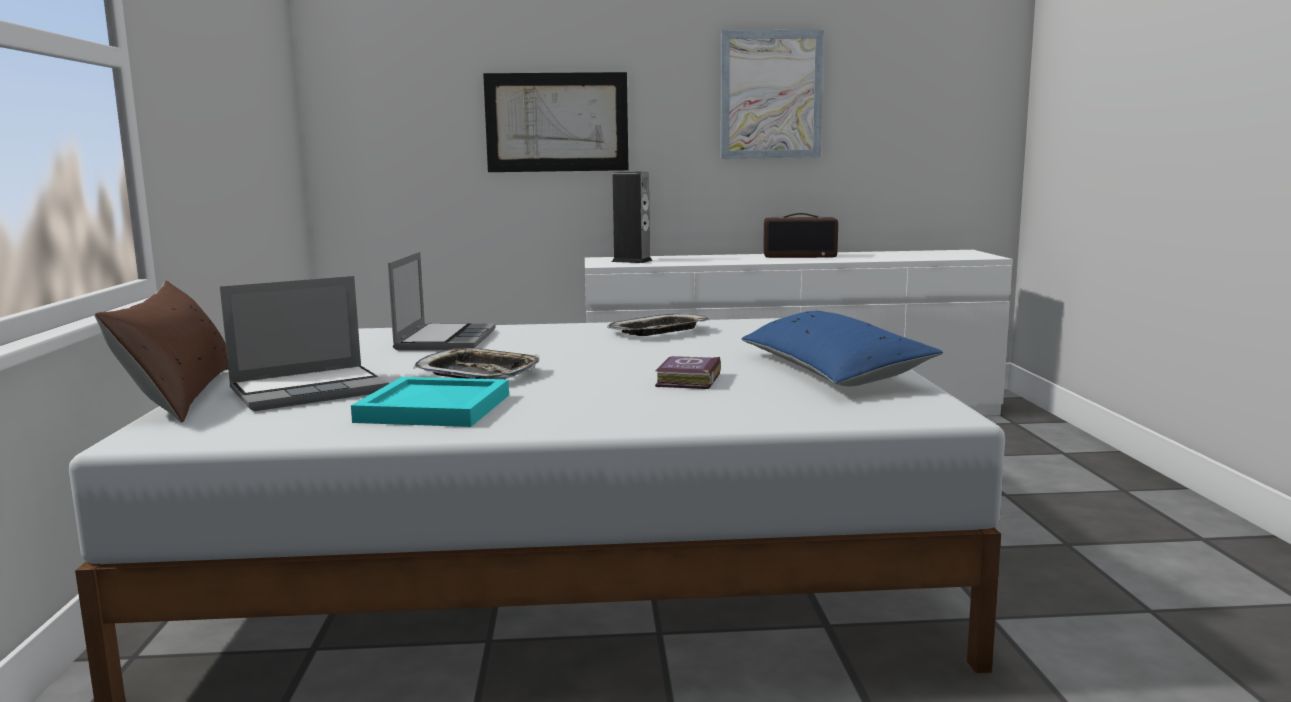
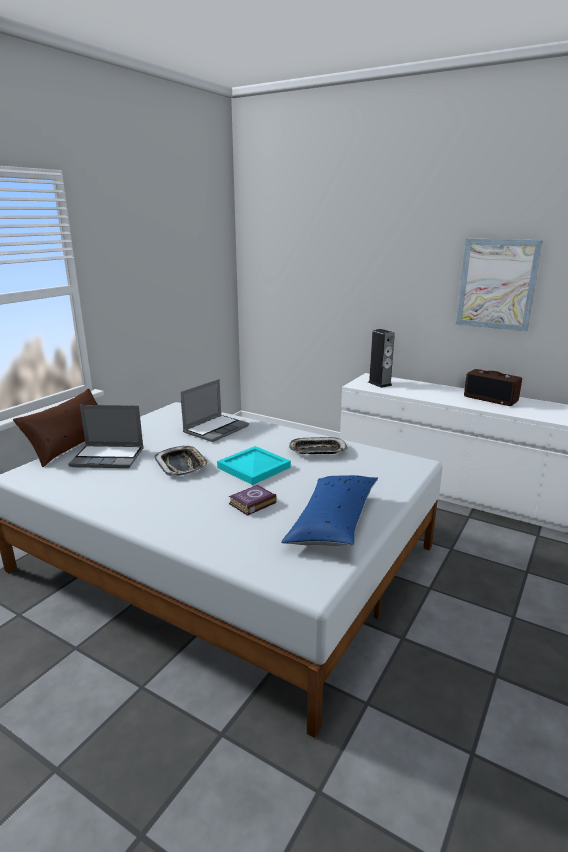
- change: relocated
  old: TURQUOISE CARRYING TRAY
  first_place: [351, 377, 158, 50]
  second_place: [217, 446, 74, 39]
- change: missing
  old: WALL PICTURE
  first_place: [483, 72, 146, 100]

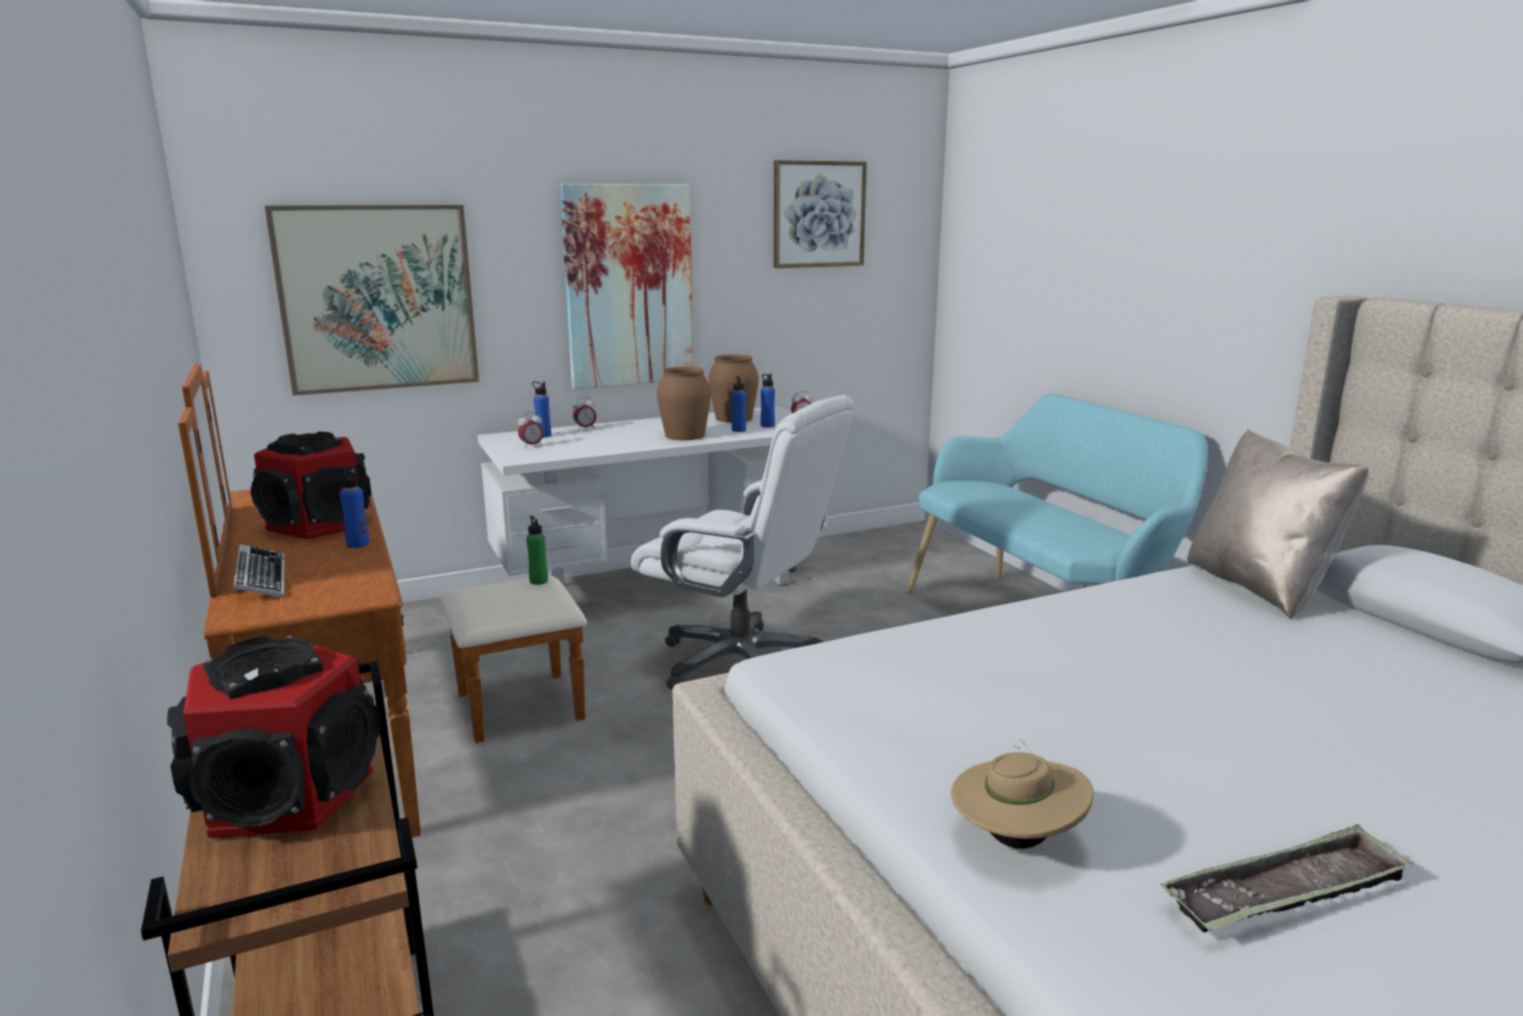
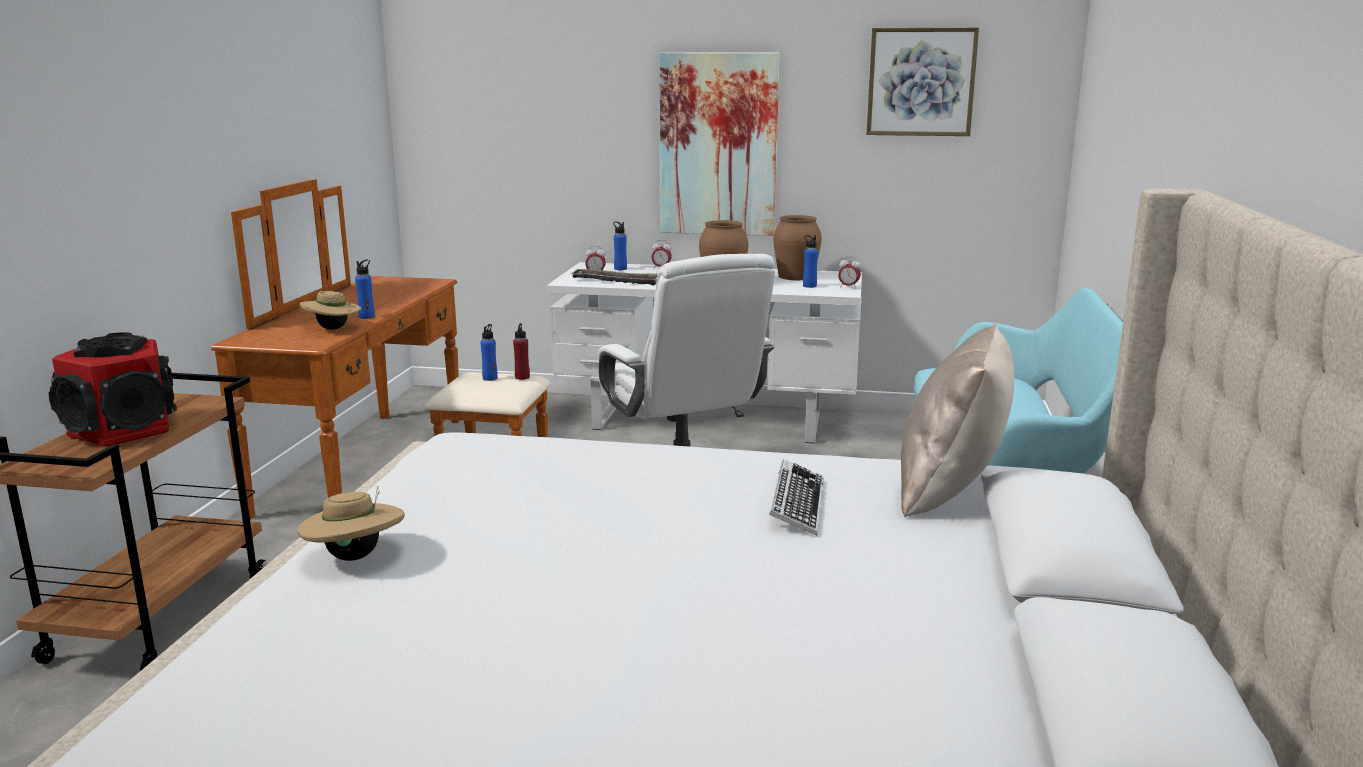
- change: relocated
  old: PC KEYBOARD
  first_place: [233, 544, 51, 53]
  second_place: [769, 459, 55, 77]
- change: missing
  old: AUDIO SPEAKER
  first_place: [251, 432, 120, 107]
- change: missing
  old: WALL PICTURE
  first_place: [265, 205, 214, 191]
- change: colour
  old: GREEN DRINK BOTTLE
  new: REDDISH DRINK BOTTLE
  first_place: [526, 516, 22, 69]
  second_place: [513, 323, 17, 57]
- change: relocated
  old: BLUE-COLOURED DRINK BOTTLE
  first_place: [731, 376, 15, 56]
  second_place: [480, 324, 18, 57]
- change: relocated
  old: CARRYING TRAY
  first_place: [1160, 824, 254, 109]
  second_place: [571, 268, 87, 18]
- change: appeared
  new: BEIGE-COLOURED WEARABLE HAT
  second_place: [300, 291, 61, 39]

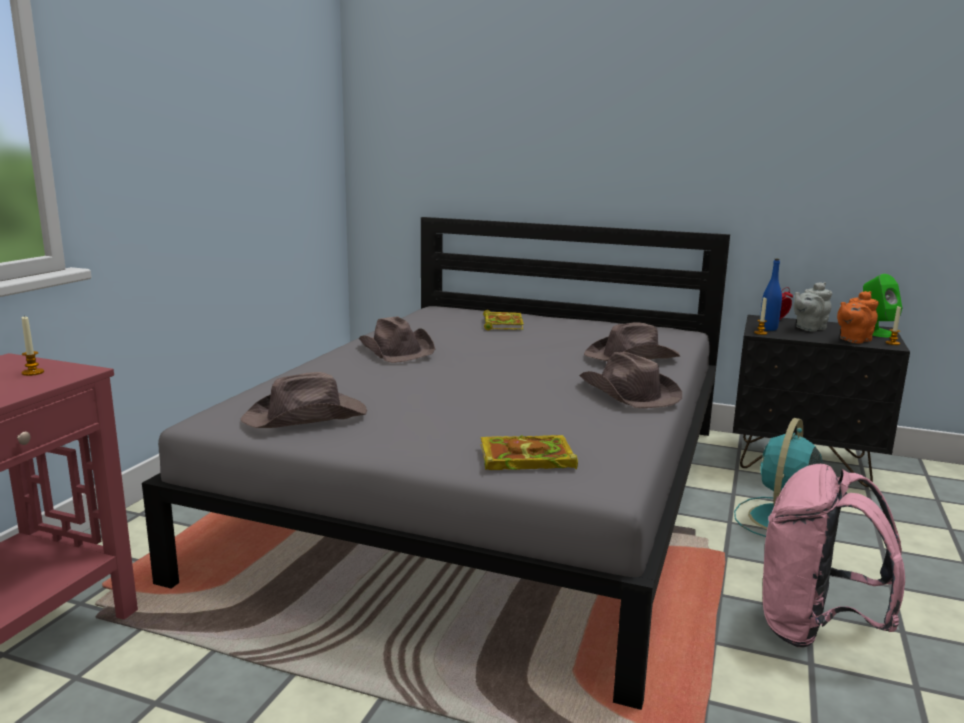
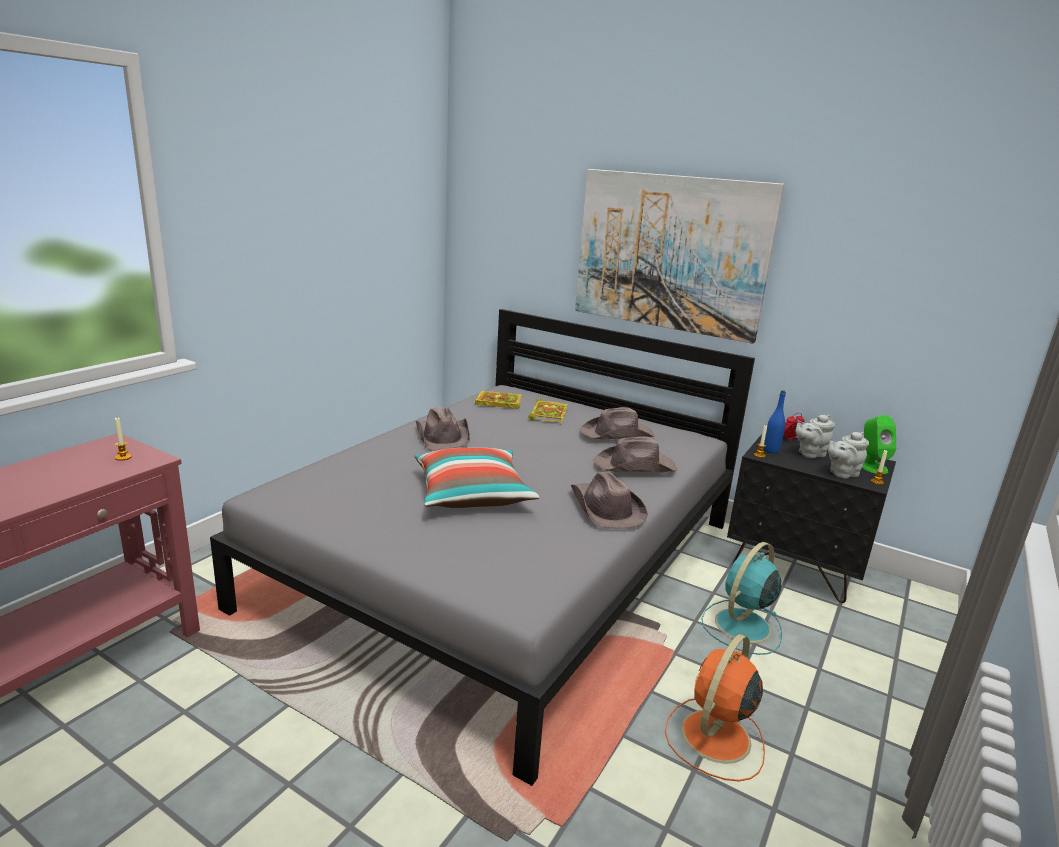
- change: relocated
  old: BROWN-COLOURED WEARABLE HAT
  first_place: [241, 372, 126, 56]
  second_place: [580, 407, 74, 32]
- change: relocated
  old: BOOK
  first_place: [480, 435, 98, 35]
  second_place: [475, 391, 46, 18]
- change: exchanged
  old: PINK-COLOURED BACKPACK
  new: ORANGEY ELECTRIC FAN
  first_place: [763, 464, 142, 184]
  second_place: [665, 634, 100, 147]
- change: colour
  old: ORANGEY TEAPOT
  new: GREY TEAPOT
  first_place: [837, 291, 42, 52]
  second_place: [828, 432, 41, 47]
- change: appeared
  new: PILLOW
  second_place: [414, 447, 126, 61]
- change: appeared
  new: WALL PICTURE
  second_place: [575, 169, 210, 175]

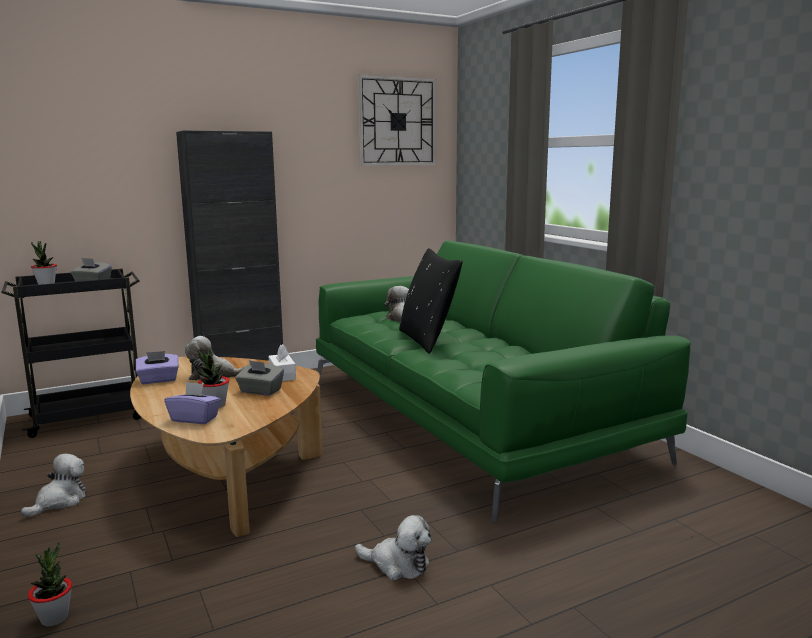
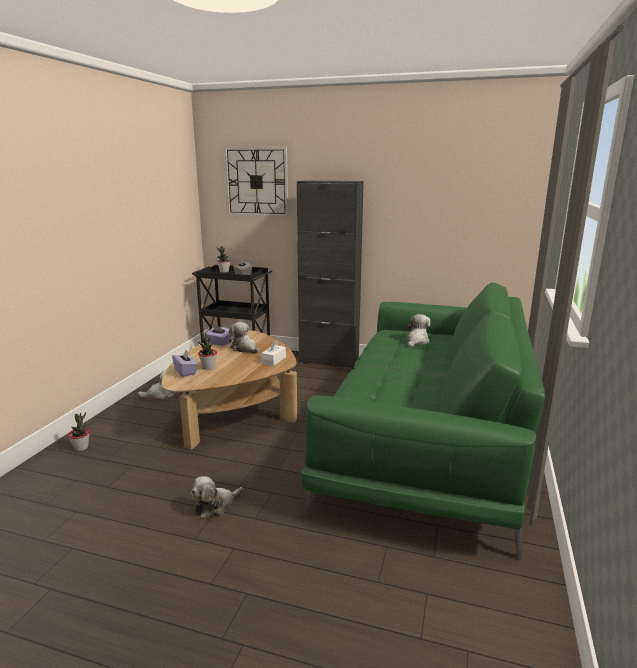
- change: missing
  old: GREY BOX OF TISSUES
  first_place: [235, 360, 49, 36]
- change: spun
  old: PLUSH TOY
  first_place: [355, 515, 76, 65]
  second_place: [191, 476, 53, 43]
  degrees: 75
- change: relocated
  old: HANGING CLOCK
  first_place: [358, 75, 78, 91]
  second_place: [224, 147, 64, 70]
- change: missing
  old: BLACKISH PILLOW
  first_place: [399, 248, 64, 106]

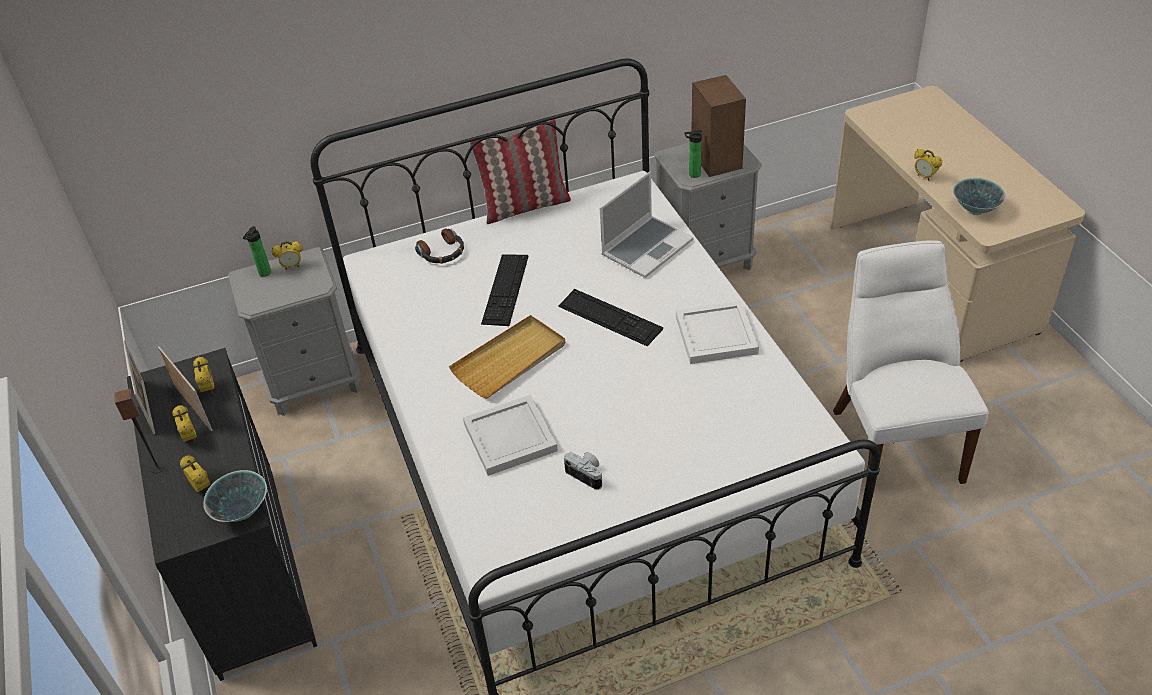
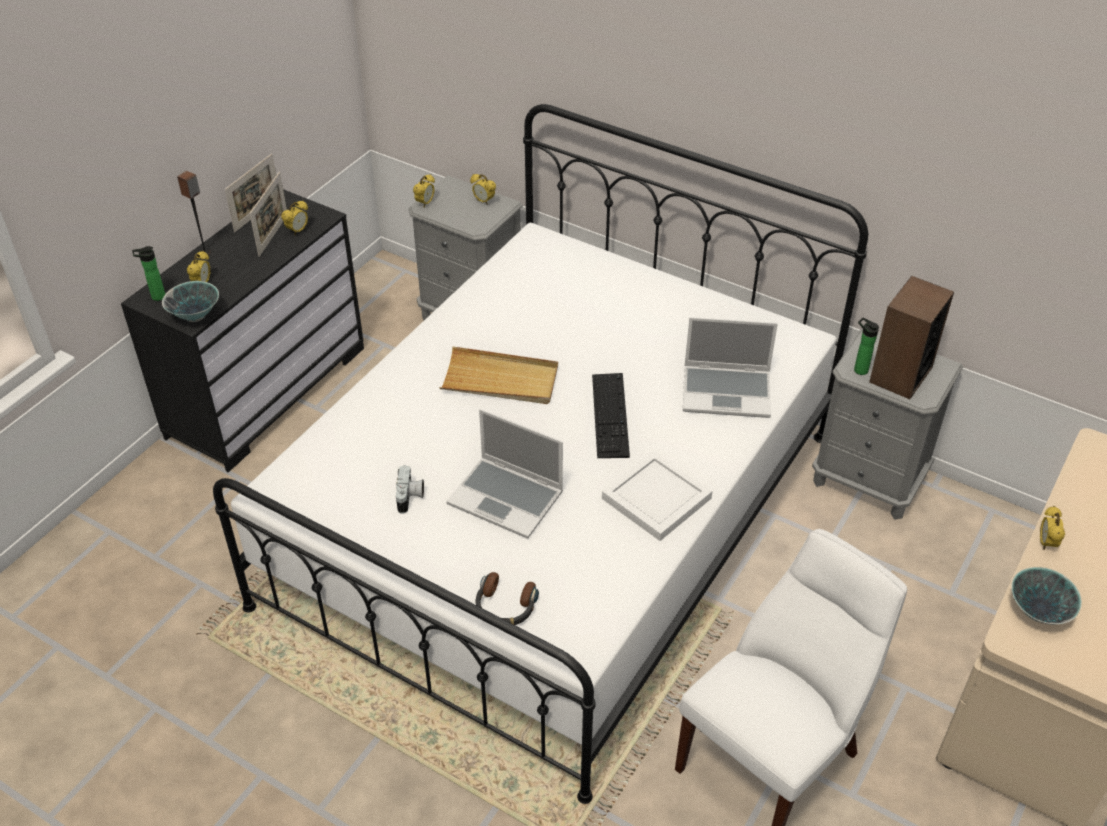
- change: relocated
  old: ALARM CLOCK
  first_place: [172, 405, 25, 37]
  second_place: [413, 174, 22, 33]
- change: relocated
  old: DRINK BOTTLE
  first_place: [243, 226, 28, 51]
  second_place: [132, 246, 33, 55]
- change: relocated
  old: PAIR OF HEADPHONES
  first_place: [415, 229, 49, 35]
  second_place: [475, 572, 64, 53]
- change: missing
  old: WHITISH CARRYING TRAY
  first_place: [463, 395, 95, 81]
- change: missing
  old: PILLOW
  first_place: [470, 119, 101, 105]
- change: missing
  old: PC KEYBOARD
  first_place: [481, 254, 47, 72]
- change: appeared
  new: PORTABLE COMPUTER
  second_place: [446, 409, 117, 130]

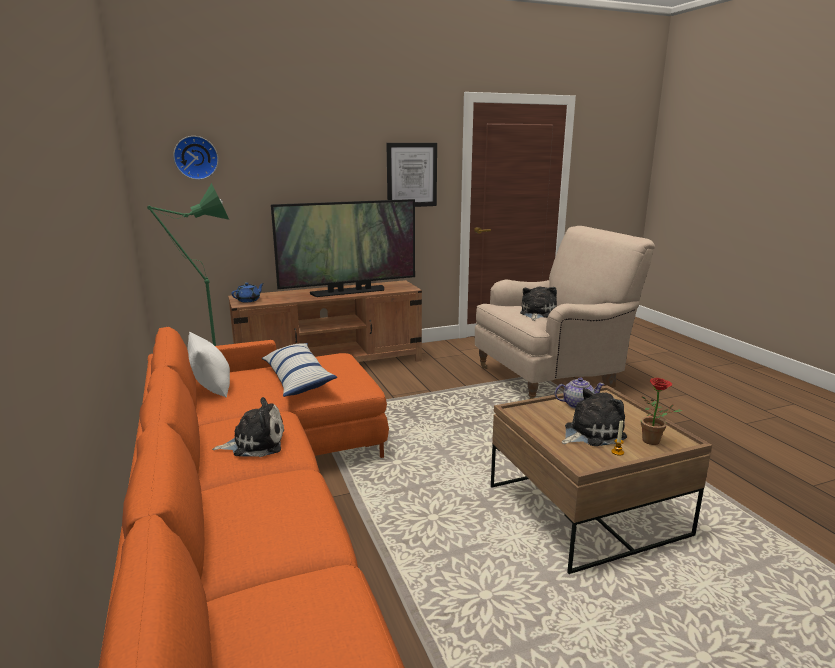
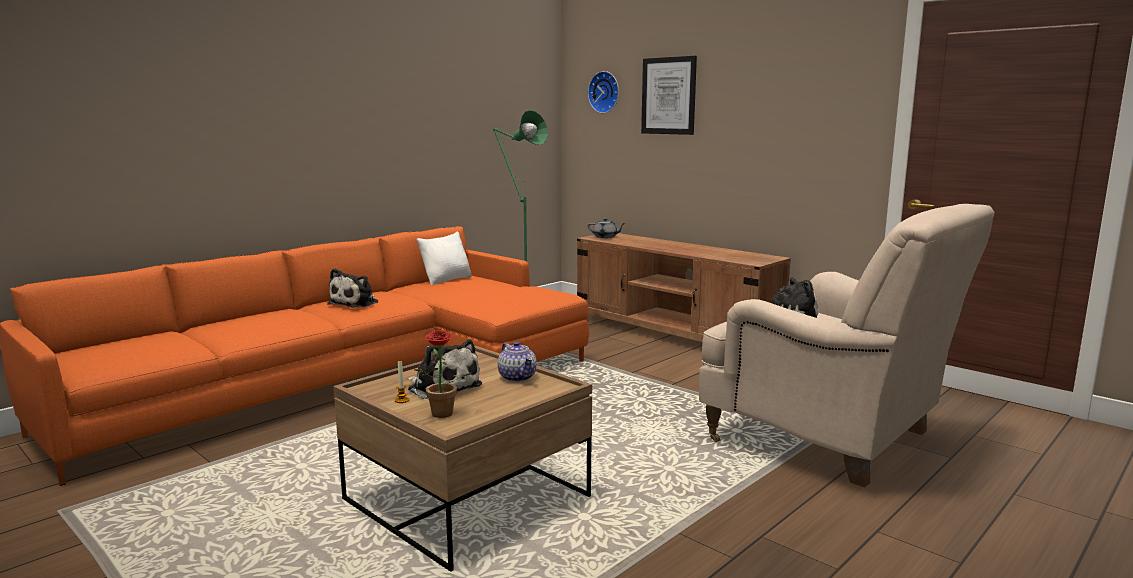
- change: spun
  old: PLUSH TOY
  first_place: [212, 397, 72, 60]
  second_place: [327, 268, 51, 39]
  degrees: 60
- change: colour
  old: BLUE-COLOURED TEAPOT
  new: GREY TEAPOT
  first_place: [231, 283, 33, 19]
  second_place: [588, 218, 37, 20]
- change: missing
  old: PILLOW
  first_place: [262, 343, 75, 54]
- change: missing
  old: TELEVISION
  first_place: [271, 199, 144, 98]
- change: relocated
  old: WALL PICTURE
  first_place: [386, 143, 51, 64]
  second_place: [641, 56, 56, 79]

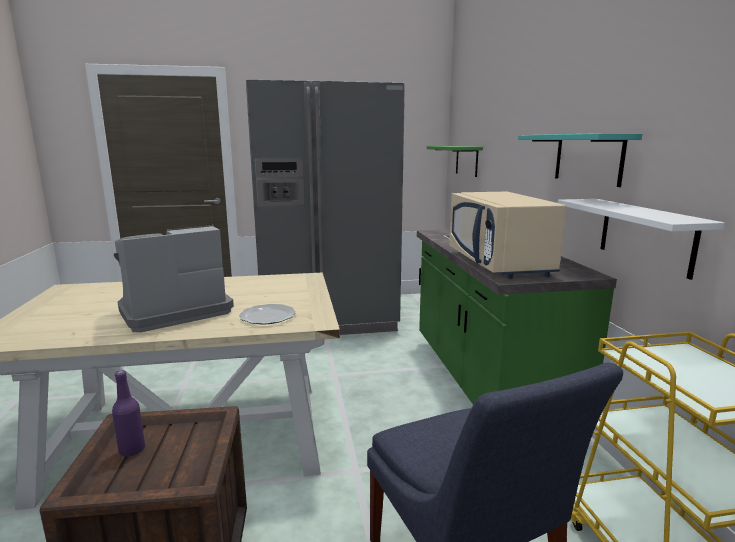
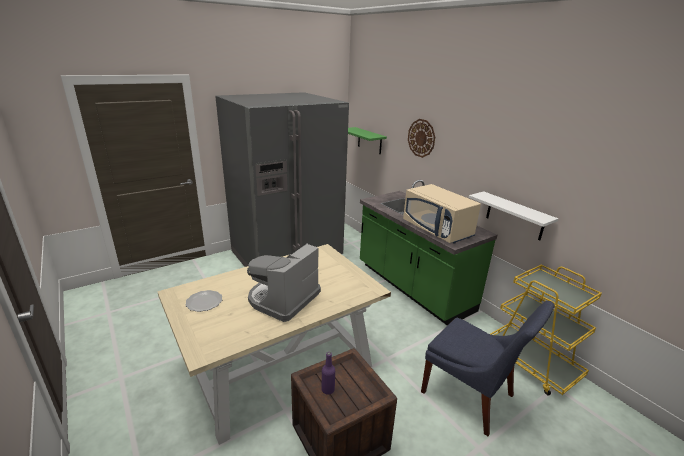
- change: relocated
  old: PLATE
  first_place: [239, 304, 57, 20]
  second_place: [185, 290, 37, 22]
- change: missing
  old: TURQUOISE BRACKET SHELF
  first_place: [518, 133, 124, 54]
- change: appeared
  new: HANGING CLOCK
  second_place: [408, 119, 27, 39]

